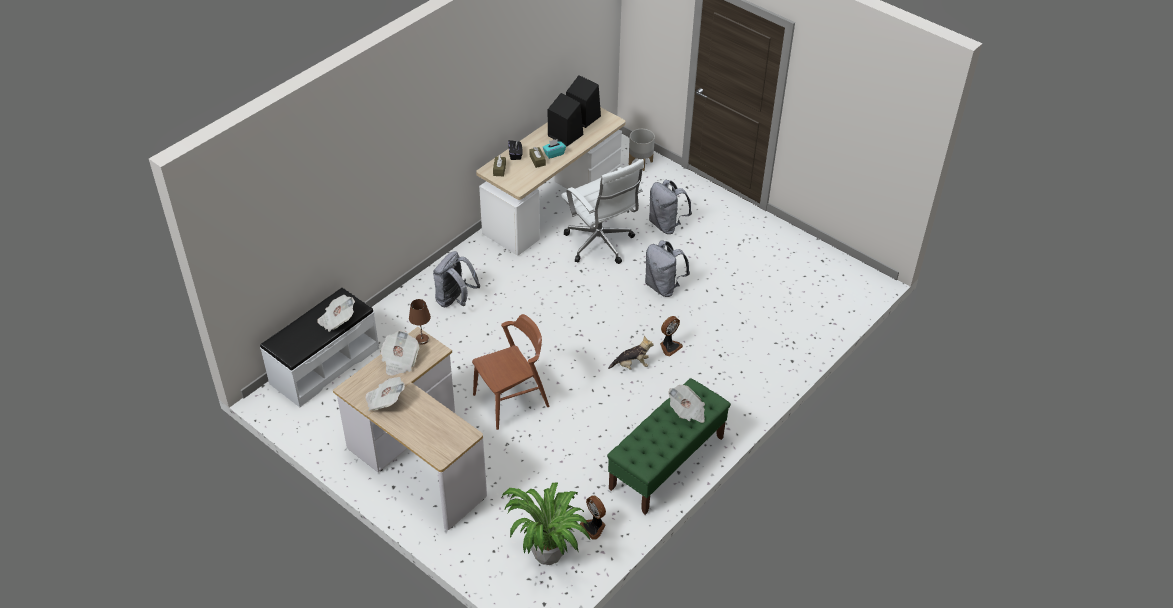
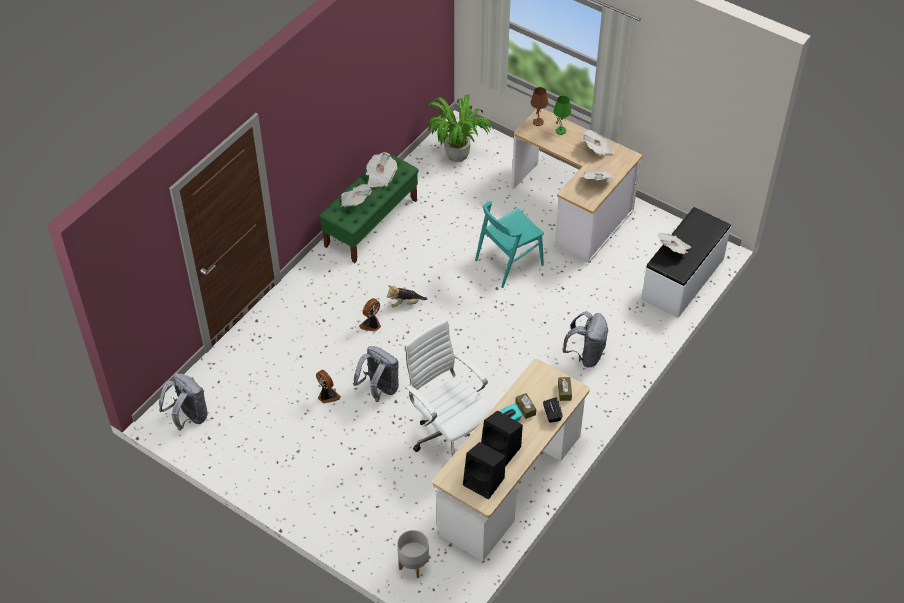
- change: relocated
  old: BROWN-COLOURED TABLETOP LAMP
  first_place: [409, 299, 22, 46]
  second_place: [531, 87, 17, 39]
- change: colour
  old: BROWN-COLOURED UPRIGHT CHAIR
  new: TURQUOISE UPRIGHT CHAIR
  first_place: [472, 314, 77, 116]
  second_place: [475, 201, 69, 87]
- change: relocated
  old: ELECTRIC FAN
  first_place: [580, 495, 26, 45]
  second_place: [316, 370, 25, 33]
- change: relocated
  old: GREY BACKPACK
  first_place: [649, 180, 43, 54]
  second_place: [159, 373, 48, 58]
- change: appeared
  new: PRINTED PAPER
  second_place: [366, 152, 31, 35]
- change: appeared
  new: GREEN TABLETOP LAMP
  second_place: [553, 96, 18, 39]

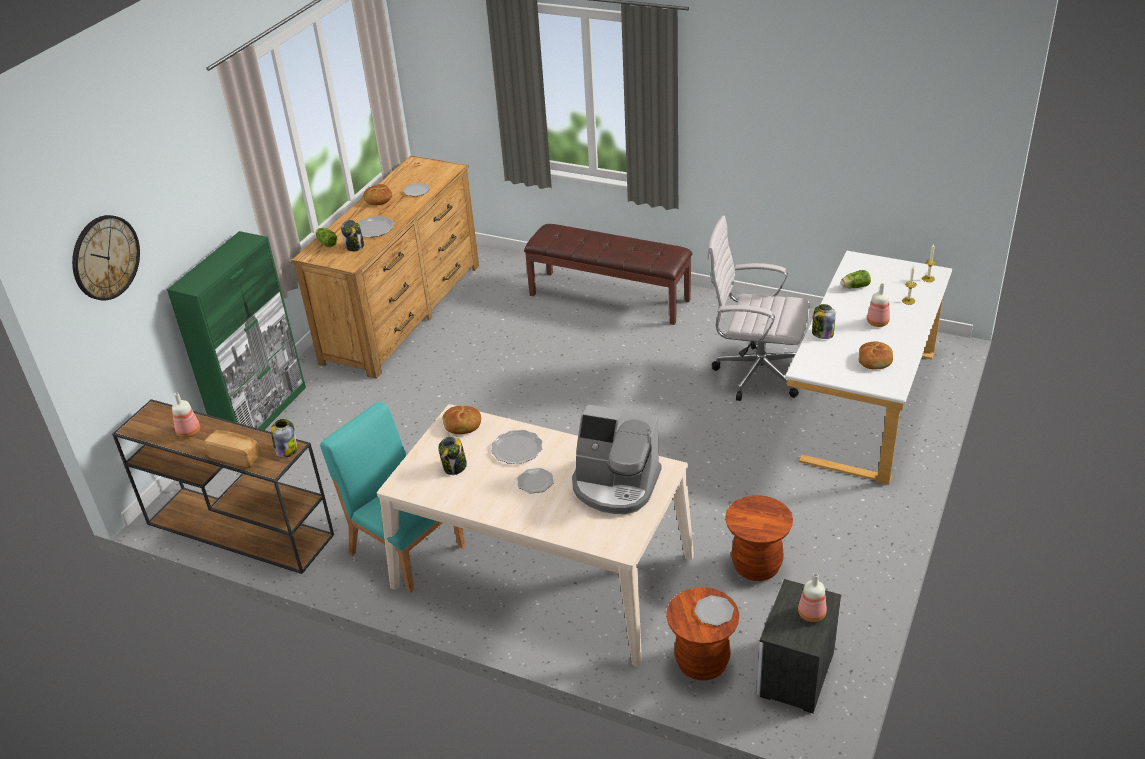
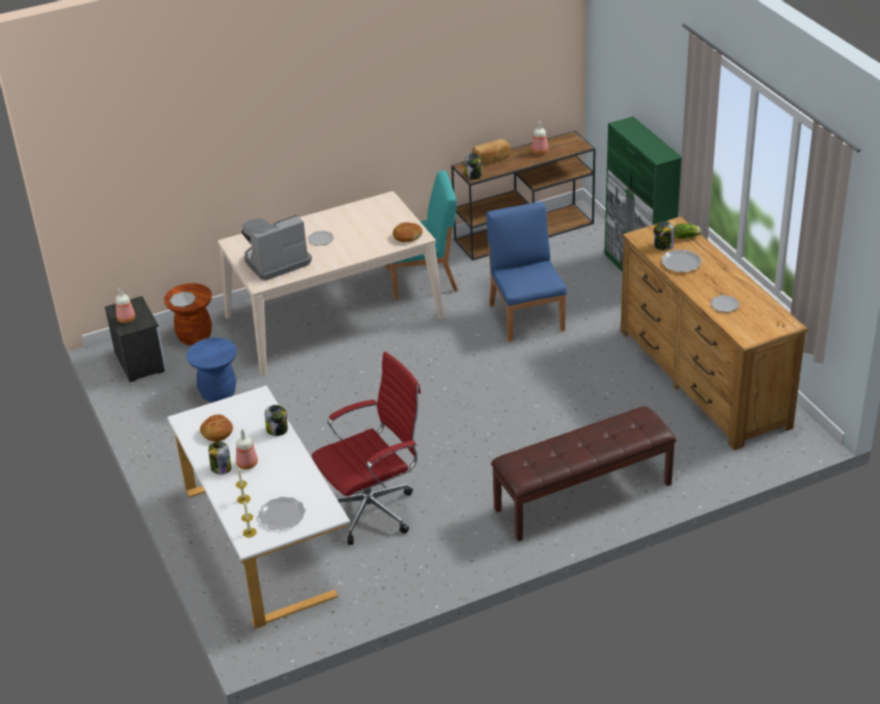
- change: missing
  old: HANGING CLOCK
  first_place: [72, 215, 68, 85]
- change: missing
  old: BAKED BREAD
  first_place: [363, 184, 29, 21]
- change: relocated
  old: PRESERVE JAR
  first_place: [438, 436, 29, 39]
  second_place: [208, 441, 23, 34]
- change: relocated
  old: PLATE
  first_place: [491, 430, 51, 34]
  second_place: [258, 497, 48, 32]
- change: colour
  old: WHITISH COMPUTER CHAIR
  new: REDDISH COMPUTER CHAIR
  first_place: [707, 215, 103, 186]
  second_place: [312, 352, 109, 193]
- change: colour
  old: BROWN-COLOURED STOOL
  new: BLUE-COLOURED STOOL
  first_place: [725, 495, 68, 86]
  second_place: [186, 338, 51, 64]
- change: missing
  old: HEAD OF LETTUCE
  first_place: [840, 270, 31, 18]
- change: appeared
  new: BLUE-COLOURED UPRIGHT CHAIR
  second_place: [486, 202, 81, 140]

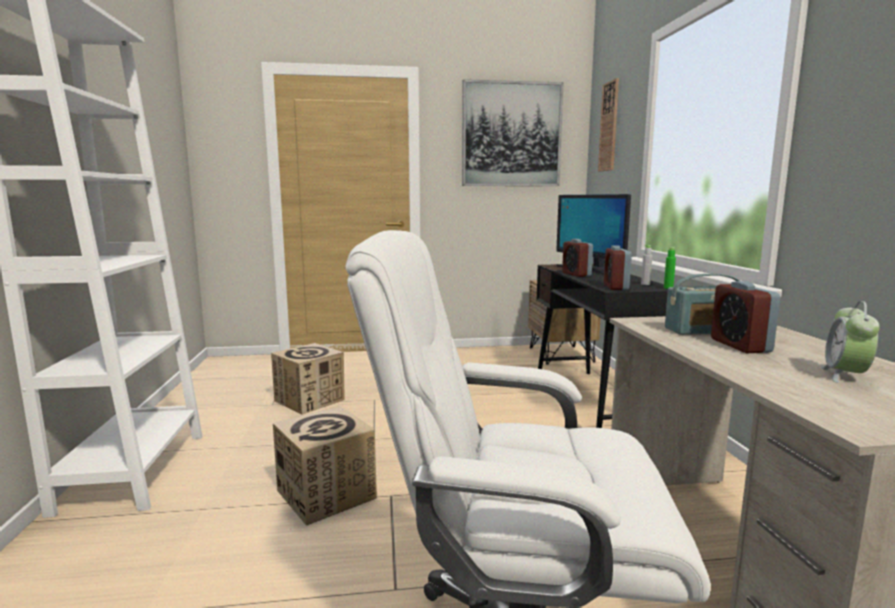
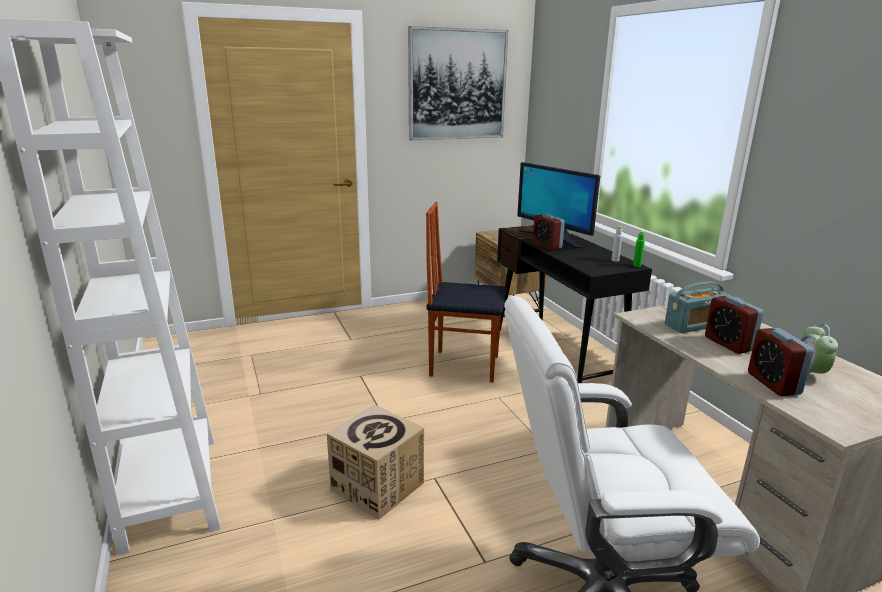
- change: missing
  old: PACKING BOX
  first_place: [271, 343, 74, 72]
- change: missing
  old: HANGING CLOCK
  first_place: [598, 78, 21, 94]
- change: relocated
  old: ALARM CLOCK
  first_place: [604, 245, 28, 45]
  second_place: [748, 328, 66, 68]
- change: appeared
  new: UPRIGHT CHAIR
  second_place: [426, 202, 81, 181]

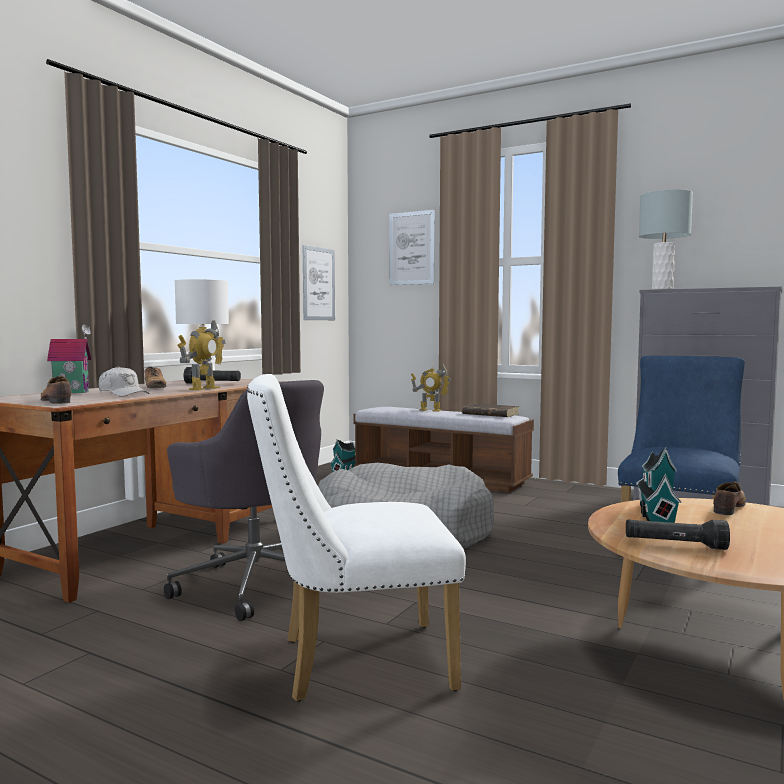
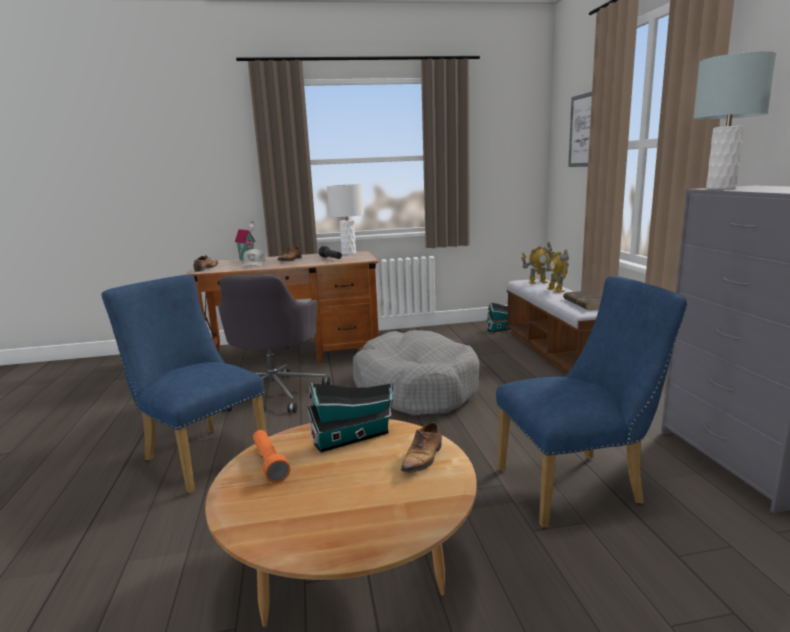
- change: relocated
  old: MODEL ROBOT
  first_place: [178, 321, 47, 69]
  second_place: [521, 242, 34, 42]
- change: colour
  old: WHITISH UPRIGHT CHAIR
  new: BLUE-COLOURED UPRIGHT CHAIR
  first_place: [247, 374, 219, 328]
  second_place: [101, 275, 166, 219]
- change: missing
  old: WALL PICTURE
  first_place: [303, 245, 32, 75]
- change: colour
  old: BLACKISH HAND TORCH
  new: ORANGEY HAND TORCH
  first_place: [626, 520, 104, 30]
  second_place: [253, 430, 37, 53]
- change: spun
  old: ITEM OF FOOTWEAR
  first_place: [713, 481, 33, 34]
  second_place: [401, 422, 41, 56]
  degrees: 120

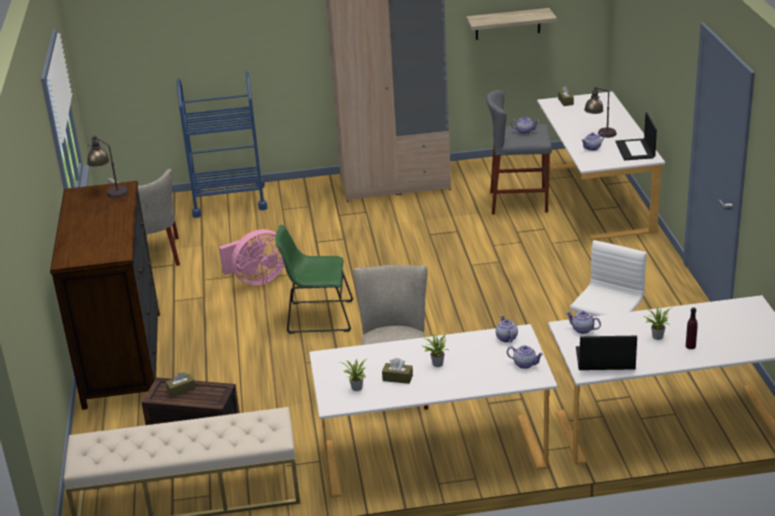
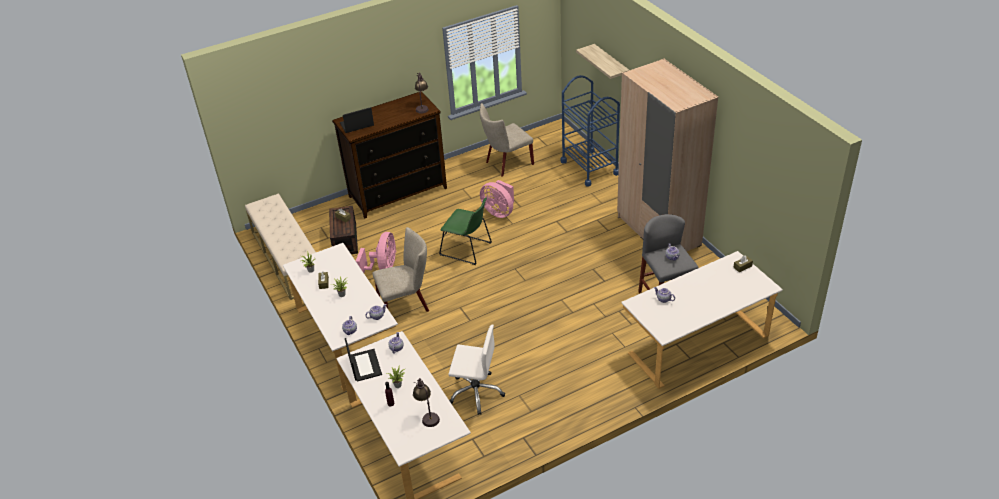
- change: spun
  old: GREEN UPRIGHT CHAIR
  first_place: [275, 225, 78, 109]
  second_place: [439, 197, 53, 68]
  degrees: 135
- change: relocated
  old: BRACKET SHELF
  first_place: [466, 8, 91, 32]
  second_place: [576, 44, 53, 35]
- change: relocated
  old: TABLETOP LAMP
  first_place: [584, 87, 33, 51]
  second_place: [413, 378, 27, 49]
- change: relocated
  old: PORTABLE COMPUTER
  first_place: [615, 112, 42, 48]
  second_place: [340, 107, 34, 26]
- change: appeared
  new: PINK-COLOURED ELECTRIC FAN
  second_place: [356, 232, 40, 41]

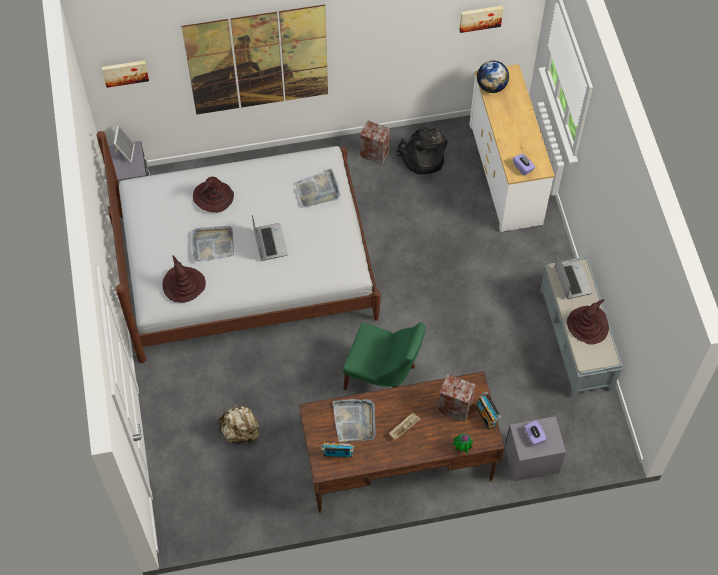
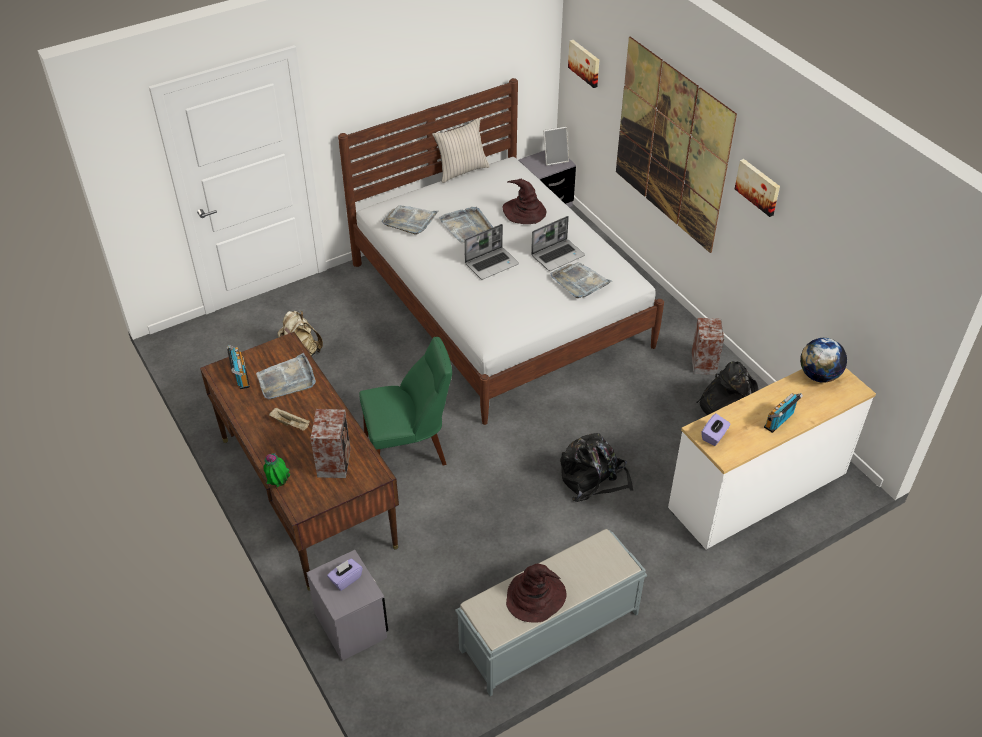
- change: exchanged
  old: BROWN-COLOURED WEARABLE HAT
  new: GREY CARRYING TRAY
  first_place: [162, 255, 44, 47]
  second_place: [382, 205, 56, 30]
- change: spun
  old: GREEN UPRIGHT CHAIR
  first_place: [343, 322, 83, 68]
  second_place: [359, 337, 93, 128]
  degrees: -105
- change: relocated
  old: WALL PICTURE
  first_place: [459, 6, 44, 27]
  second_place: [735, 159, 45, 58]
- change: relocated
  old: RADIO RECEIVER
  first_place: [475, 392, 26, 38]
  second_place: [764, 393, 39, 40]
- change: relocated
  old: PORTABLE COMPUTER
  first_place: [555, 254, 37, 45]
  second_place: [531, 216, 54, 55]
- change: appeared
  new: BEIGE-COLOURED PILLOW
  second_place: [432, 118, 58, 65]
- change: appeared
  new: BLACKISH BACKPACK
  second_place: [560, 433, 73, 69]

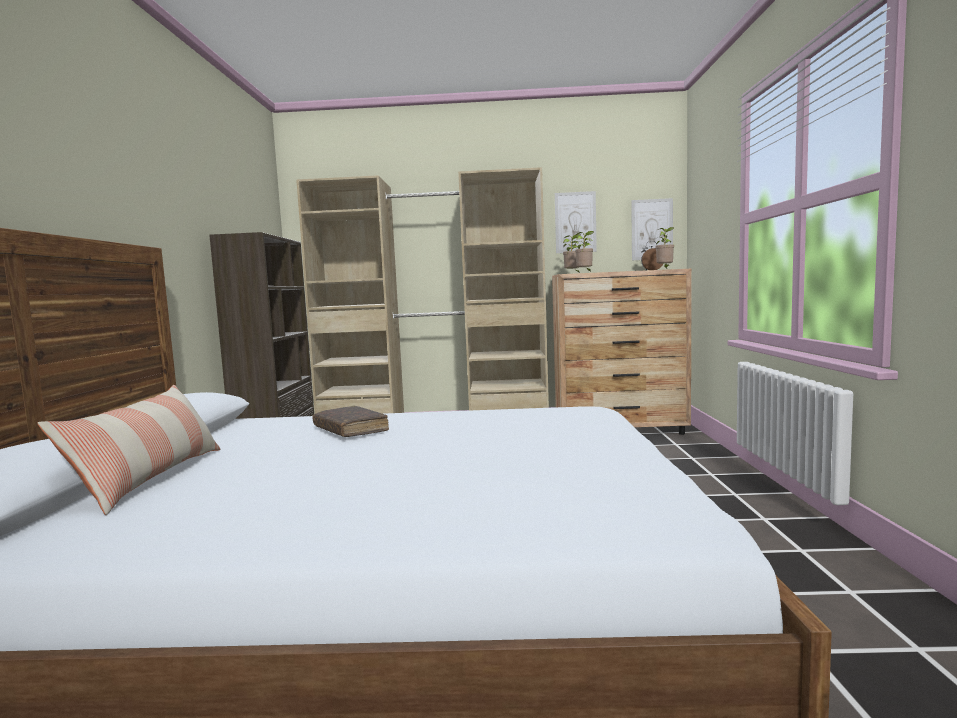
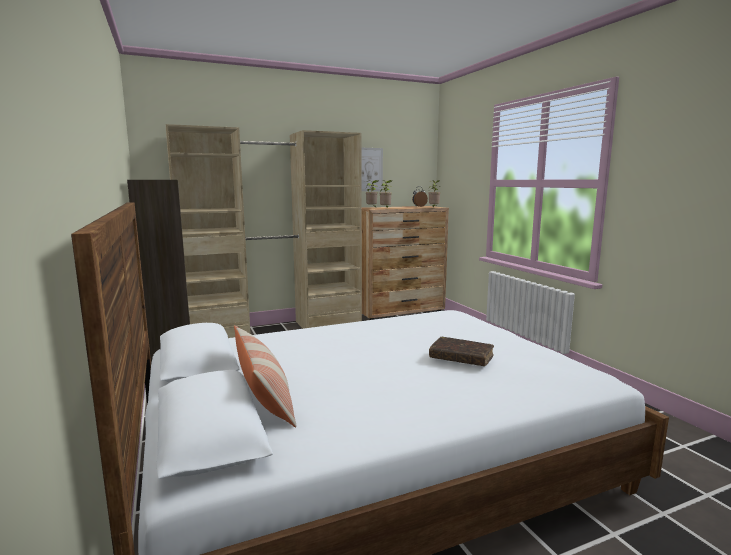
- change: relocated
  old: BROWN-COLOURED BOOK
  first_place: [313, 405, 76, 32]
  second_place: [429, 337, 65, 29]
- change: missing
  old: WALL PICTURE
  first_place: [631, 198, 42, 62]

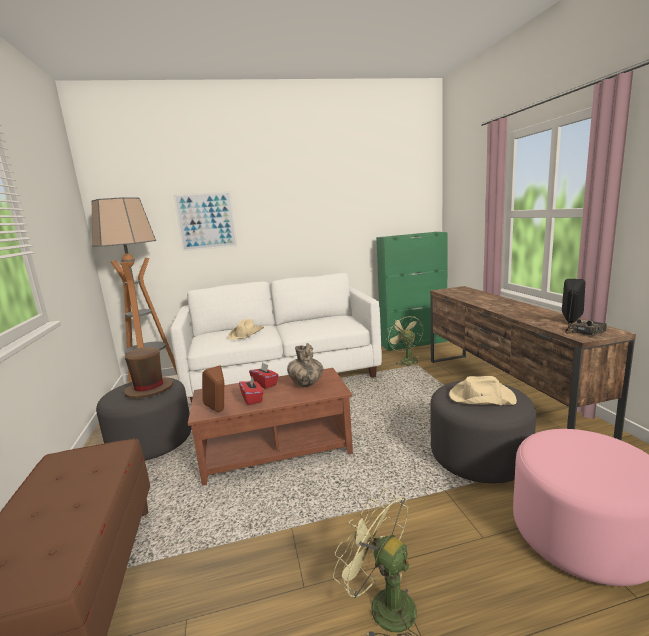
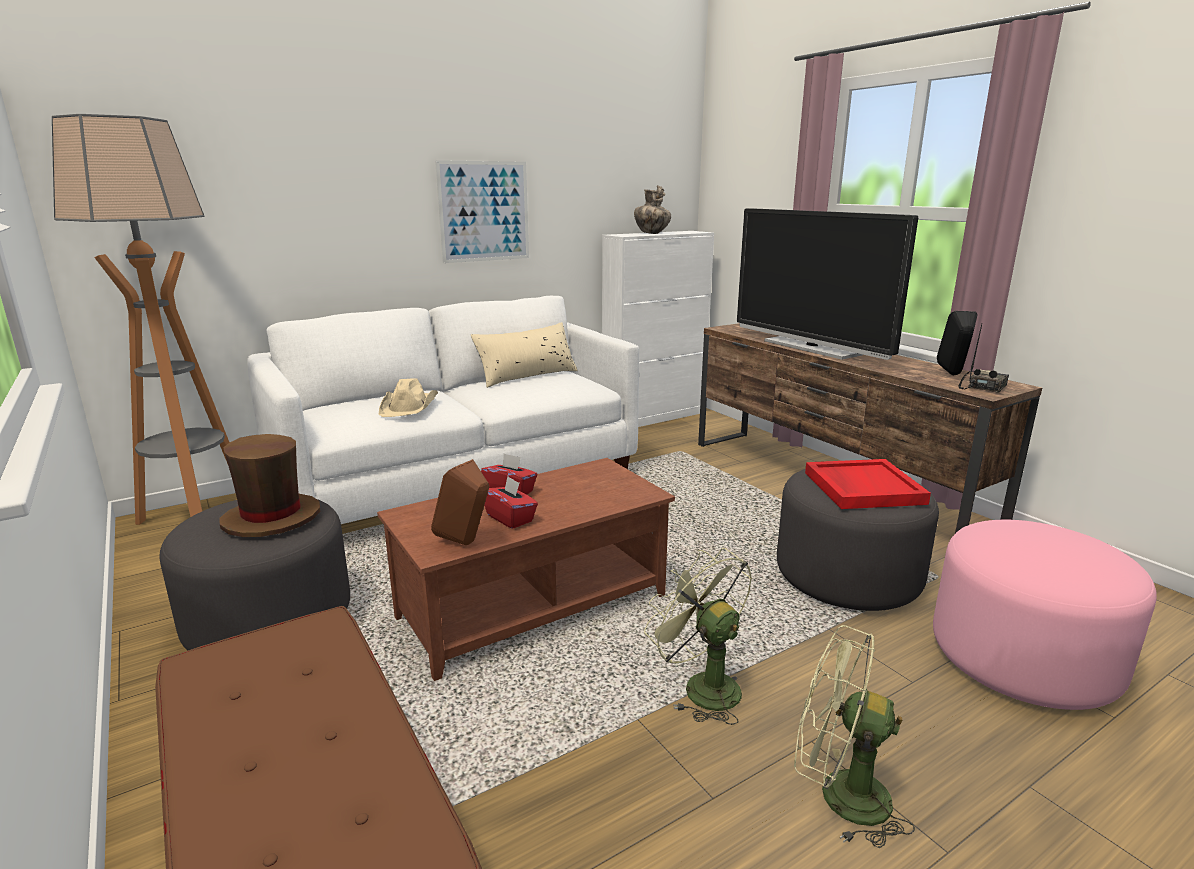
- change: relocated
  old: WALL PICTURE
  first_place: [173, 191, 65, 60]
  second_place: [435, 160, 94, 103]
- change: relocated
  old: VASE
  first_place: [287, 343, 36, 44]
  second_place: [634, 185, 37, 49]
- change: colour
  old: GREEN CUPBOARD
  new: WHITISH CUPBOARD
  first_place: [376, 232, 72, 119]
  second_place: [602, 231, 112, 196]
- change: relocated
  old: GREEN ELECTRIC FAN
  first_place: [386, 314, 37, 52]
  second_place: [644, 548, 108, 177]
- change: exchanged
  old: BEIGE-COLOURED WEARABLE HAT
  new: REDDISH CARRYING TRAY
  first_place: [449, 376, 68, 29]
  second_place: [805, 459, 126, 50]
- change: appeared
  new: BEIGE-COLOURED PILLOW
  second_place: [471, 322, 107, 66]
- change: appeared
  new: TELEVISION
  second_place: [737, 208, 181, 152]

